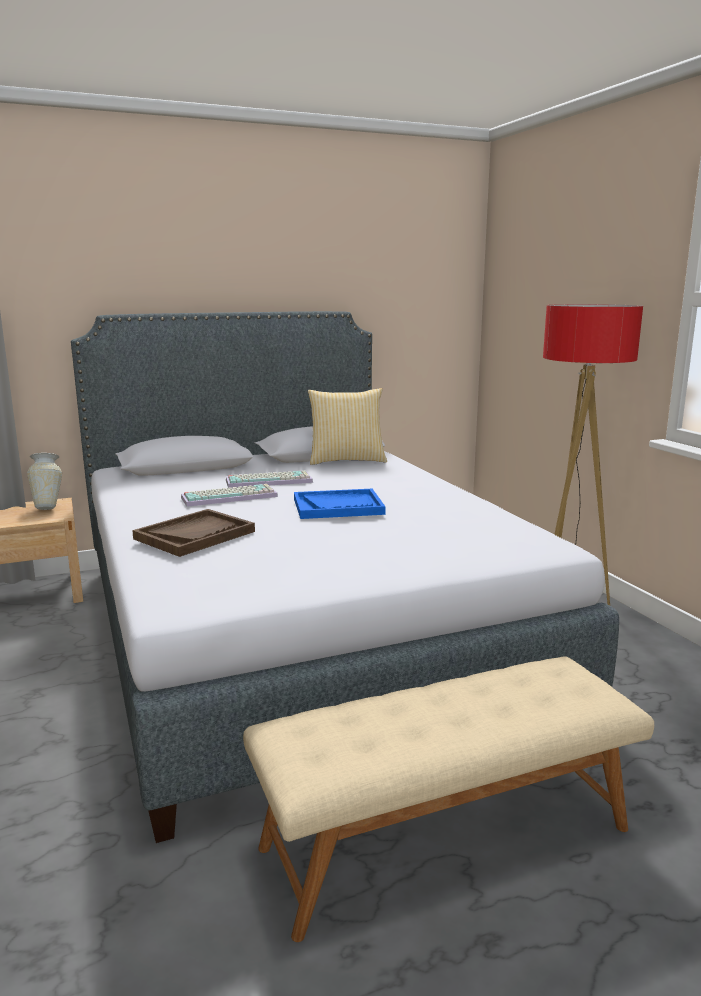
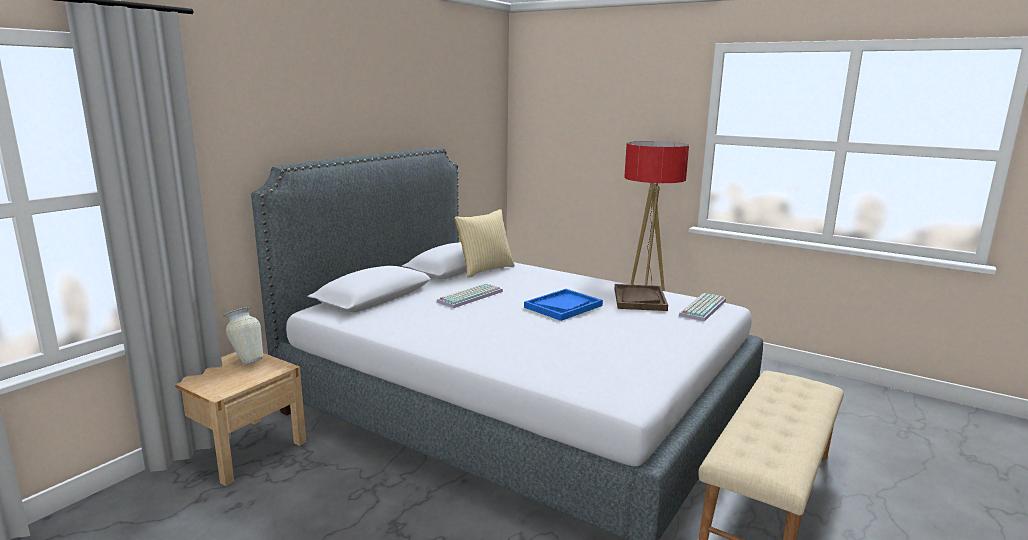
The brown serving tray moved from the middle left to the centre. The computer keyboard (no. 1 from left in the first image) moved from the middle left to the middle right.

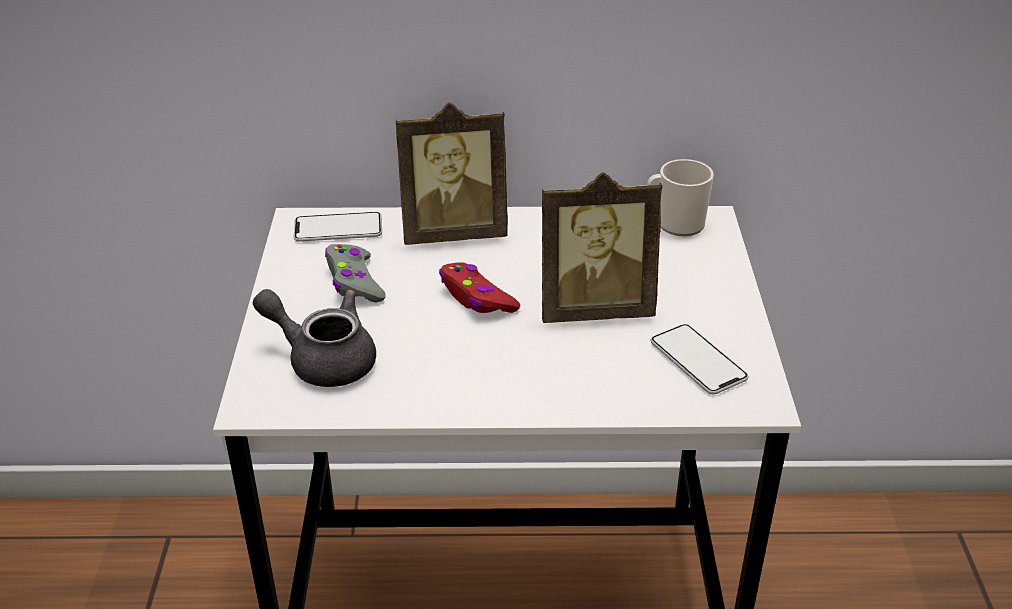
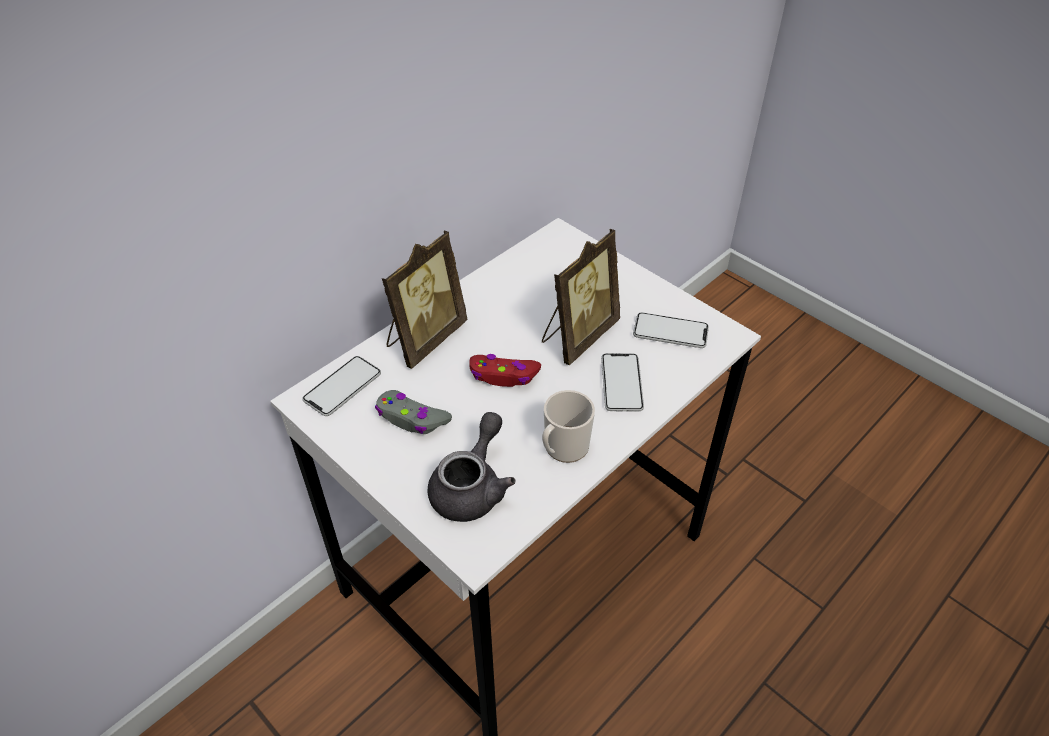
The grey pot for tea at the middle left turned 135 degrees clockwise. The tea mug moved from the top right to the centre. The handset (no. 2 from left) at the centre appeared.

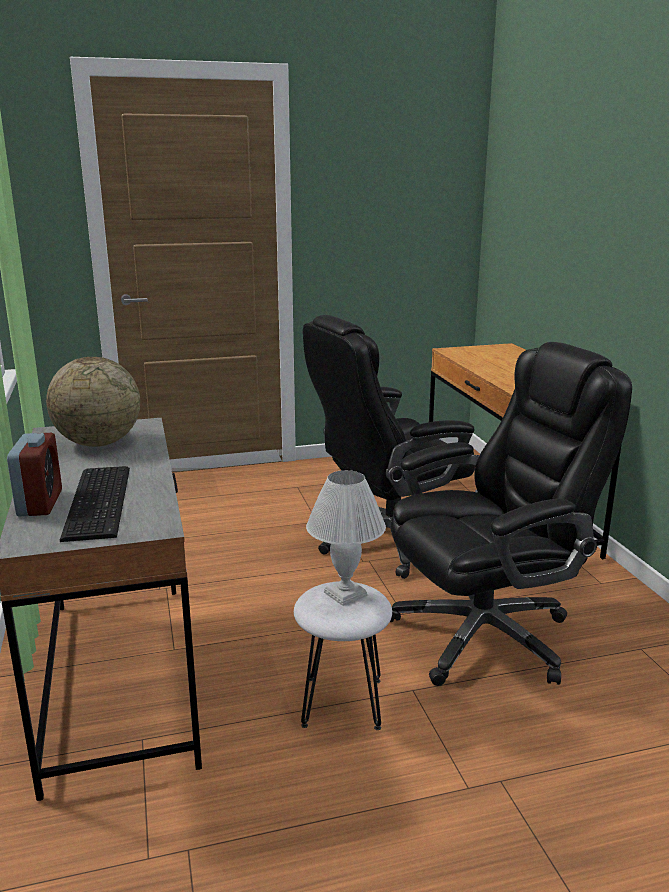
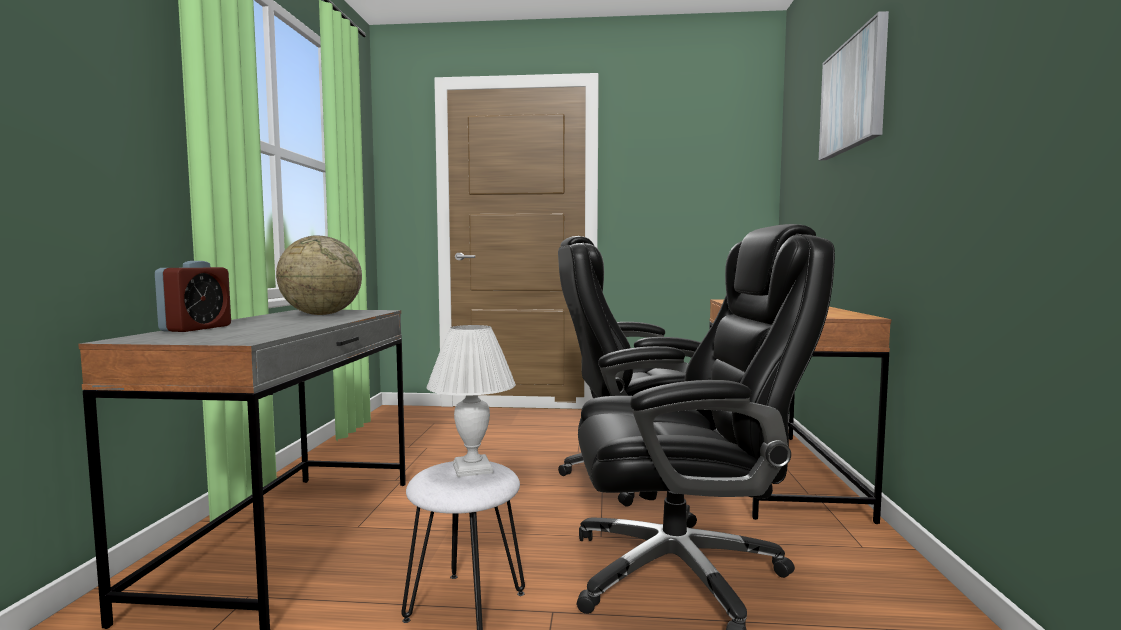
The computer keyboard at the middle left disappeared. The wall picture at the top right appeared.

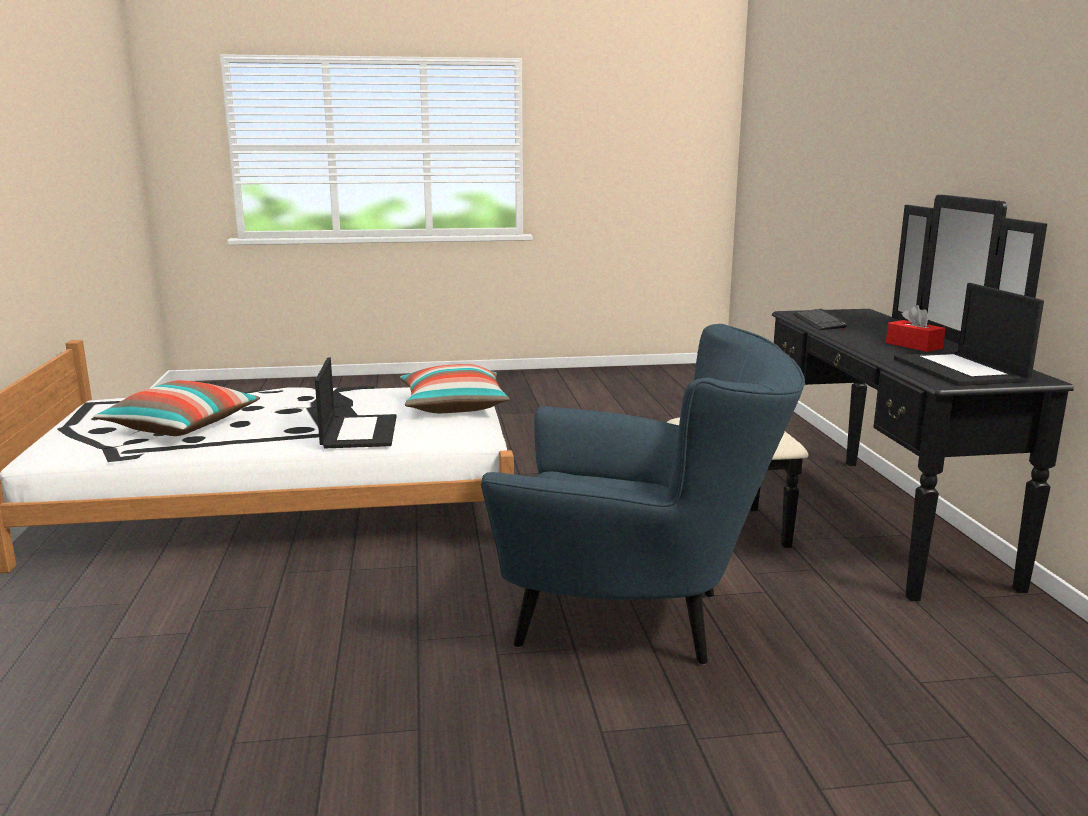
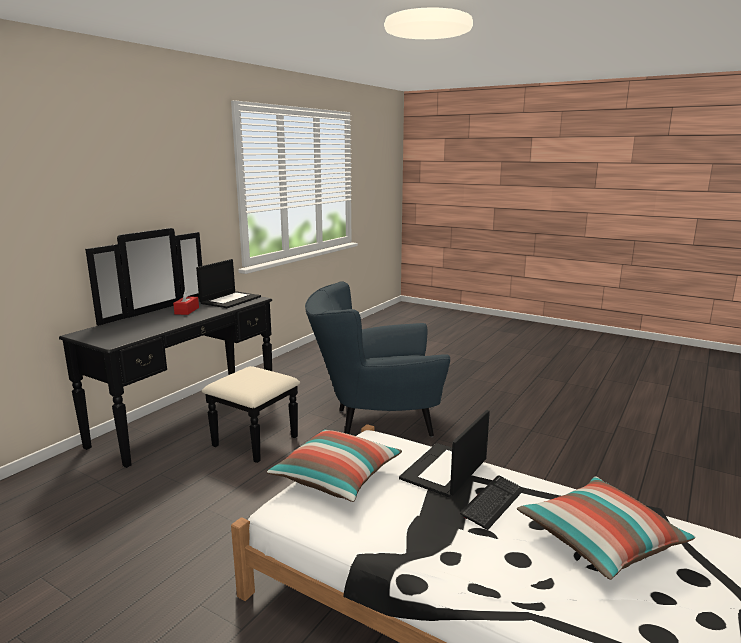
The blue lounge chair at the centre turned 60 degrees counterclockwise. The computer keyboard moved from the middle right to the bottom centre.

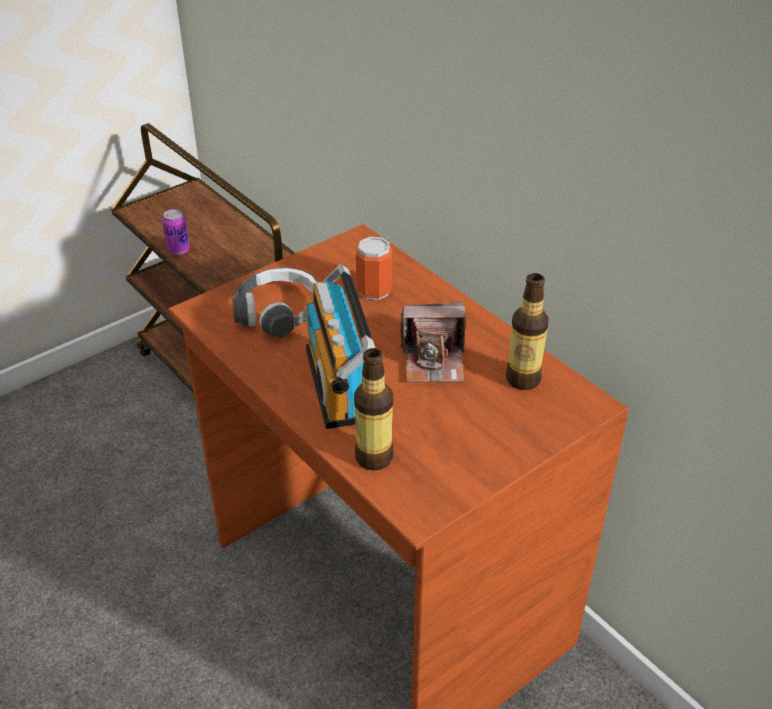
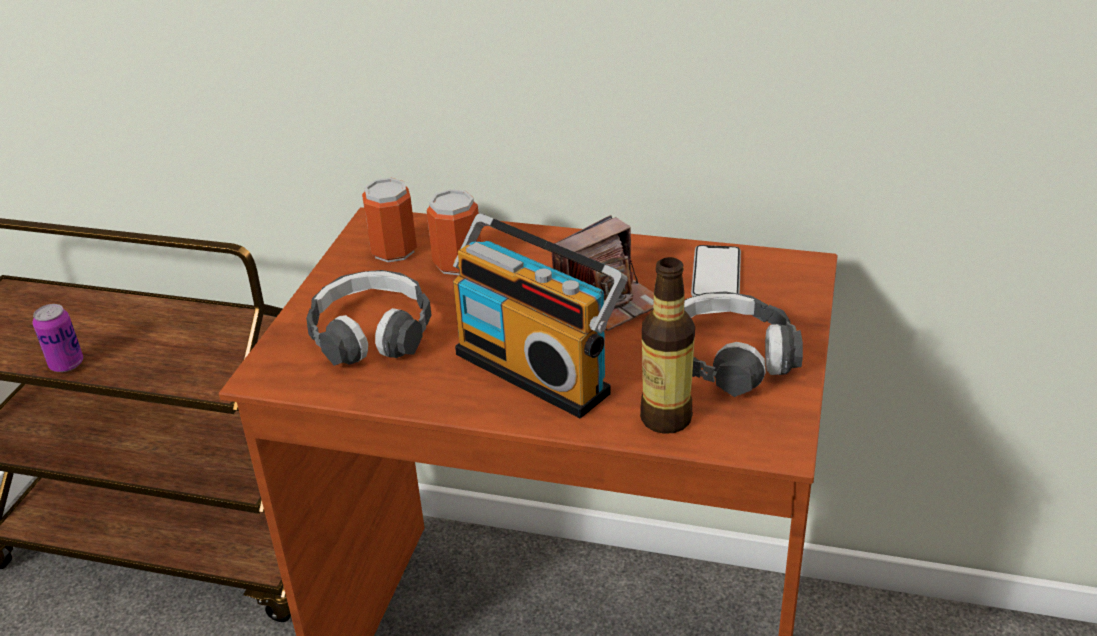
The drink bottle (no. 2 from left) at the middle right was replaced by the handset at the centre. The can (no. 2 from left) at the centre appeared. The headset (no. 2 from left) at the middle right appeared.

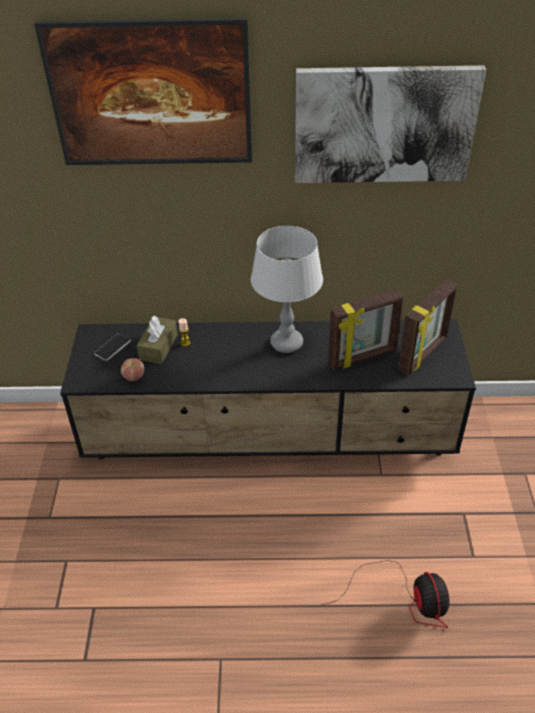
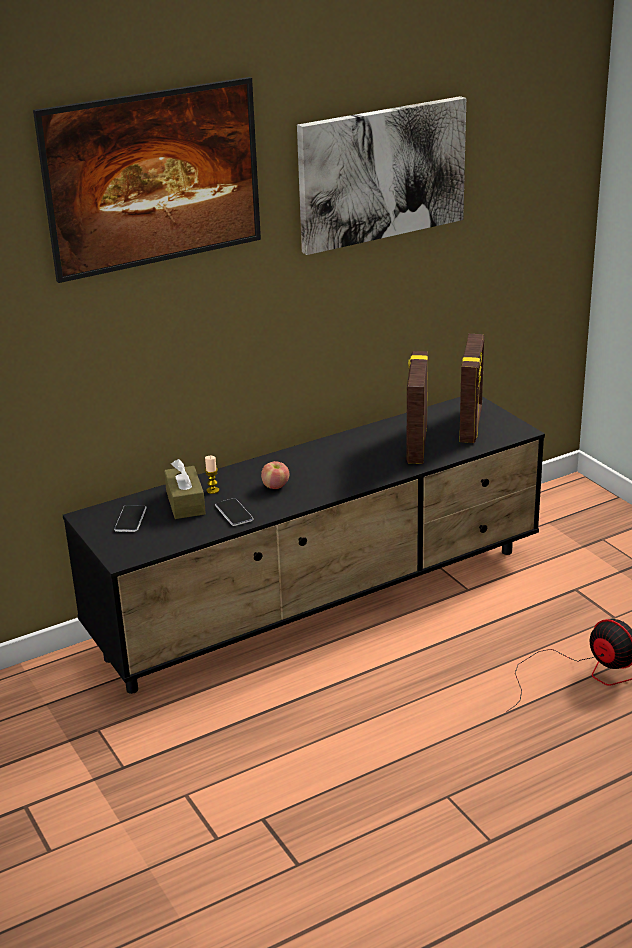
The whole apple moved from the middle left to the centre. The grey lamp for a table at the centre disappeared. The photo frame (no. 1 from left) at the middle right turned 150 degrees clockwise. The handset (no. 2 from left) at the centre appeared.

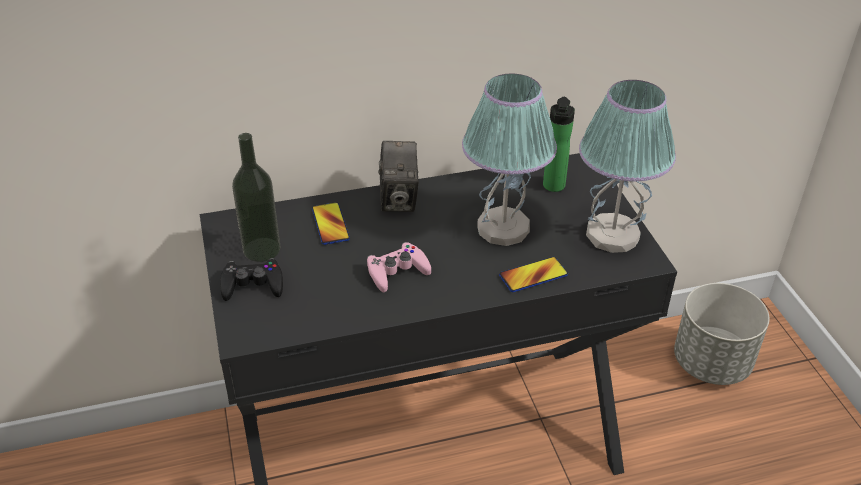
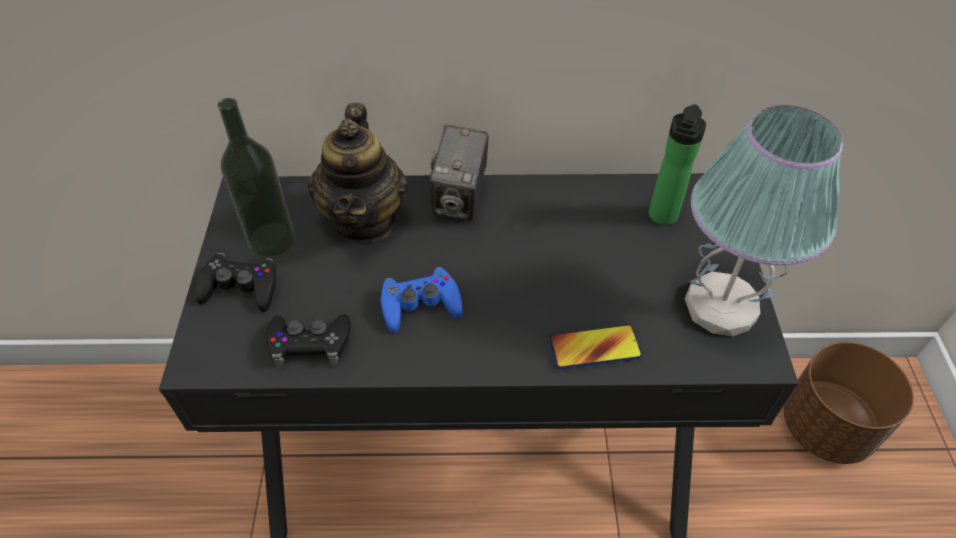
The handset (no. 1 from left) at the centre was replaced by the pot for tea at the top centre. The pink-coloured gamepad at the centre became the blue gamepad at the centre. The lamp for a table (no. 1 from left) at the top centre disappeared. The grey planter at the bottom right became the brown planter at the bottom right. The black gamepad (no. 2 from left) at the middle left appeared.

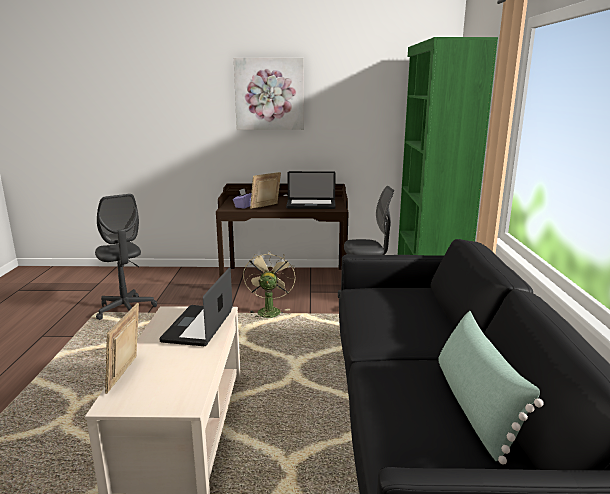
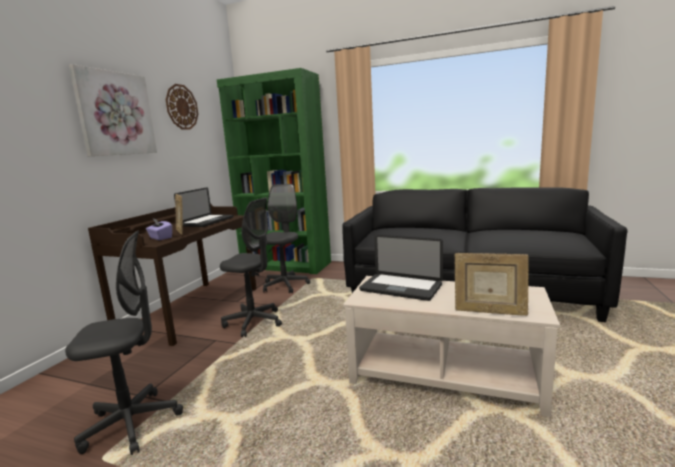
The beige cooling fan at the centre was replaced by the grey desk chair (no. 2 from left) at the centre. The greenish pillow at the bottom right disappeared. The wall clock at the top left appeared.

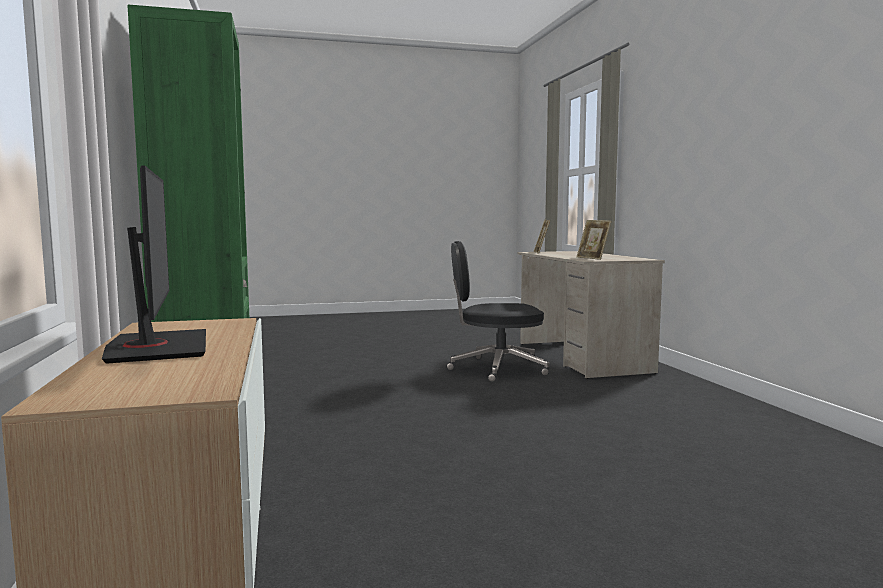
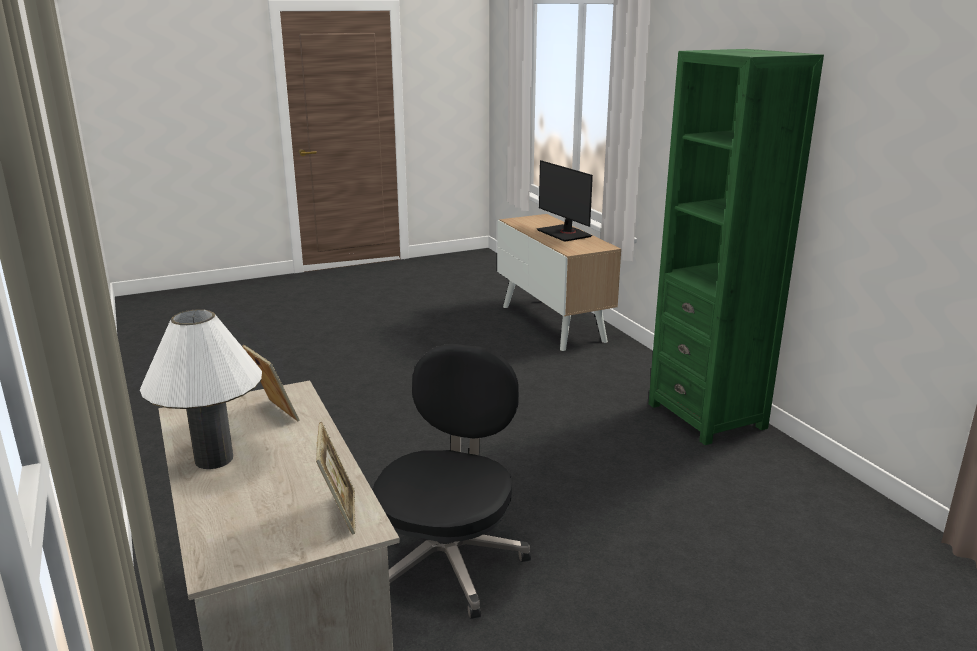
The black desk chair at the centre turned 60 degrees counterclockwise. The white-coloured lamp for a table at the middle left appeared.

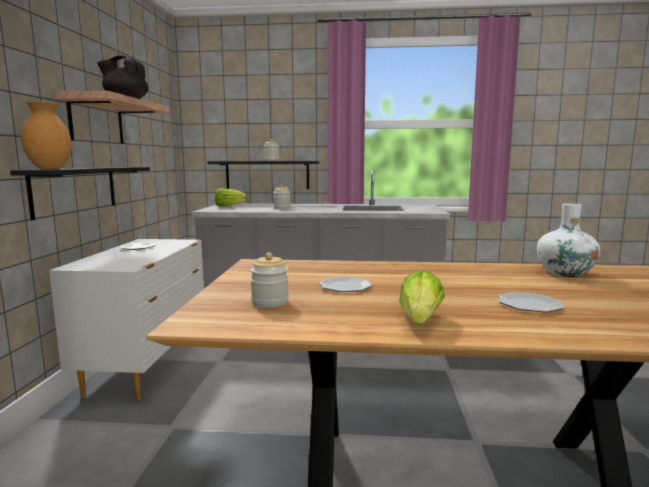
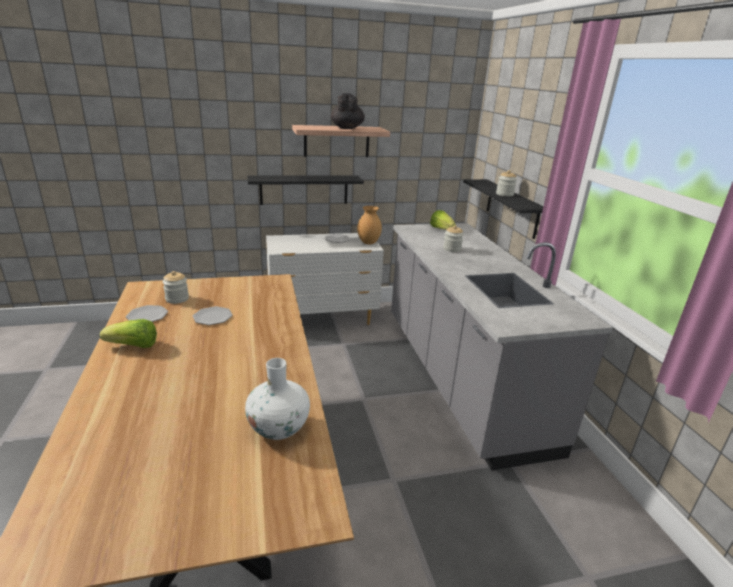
The brown flower vase moved from the top left to the centre. The flat dish (no. 3 from left in the first image) moved from the middle right to the middle left.

